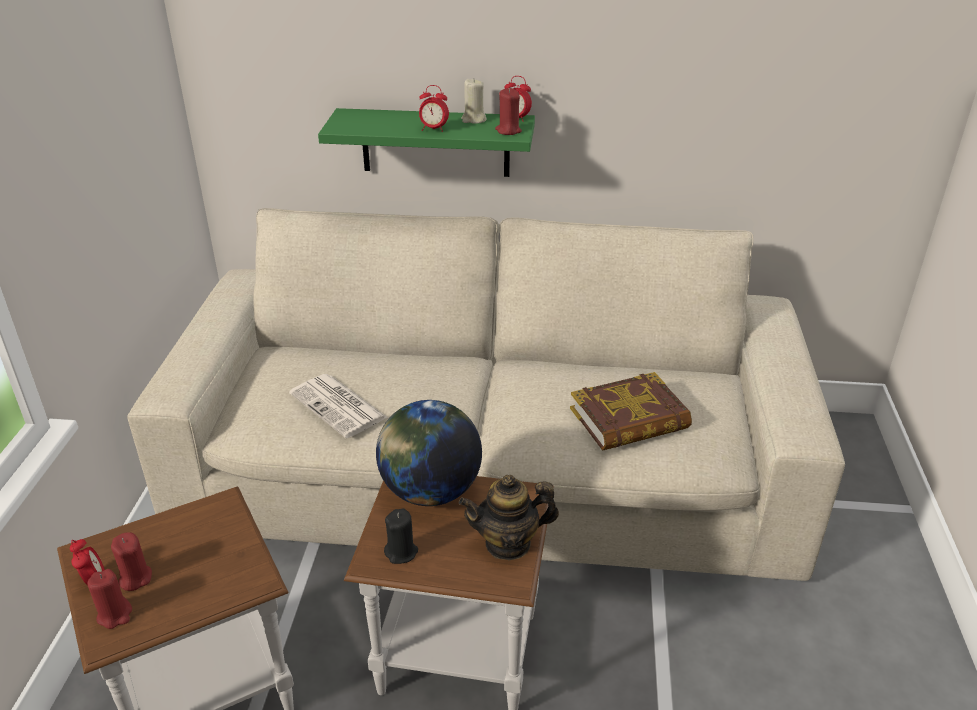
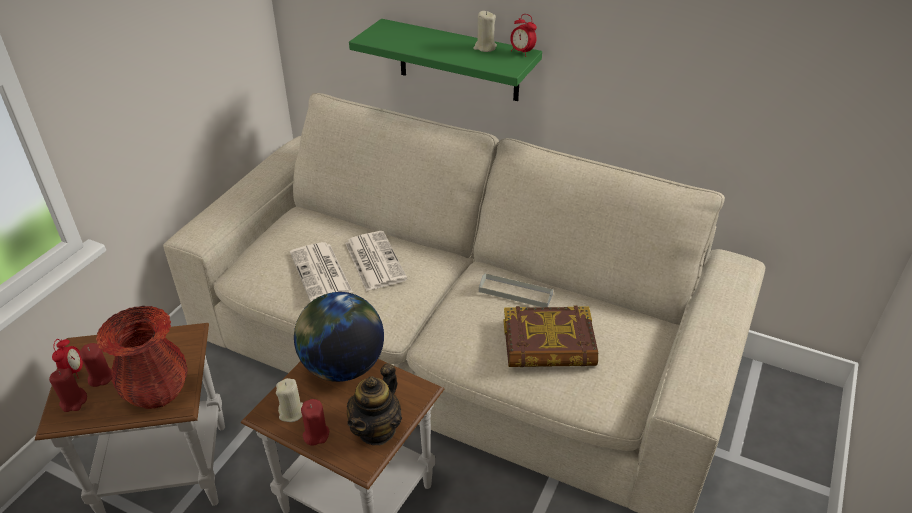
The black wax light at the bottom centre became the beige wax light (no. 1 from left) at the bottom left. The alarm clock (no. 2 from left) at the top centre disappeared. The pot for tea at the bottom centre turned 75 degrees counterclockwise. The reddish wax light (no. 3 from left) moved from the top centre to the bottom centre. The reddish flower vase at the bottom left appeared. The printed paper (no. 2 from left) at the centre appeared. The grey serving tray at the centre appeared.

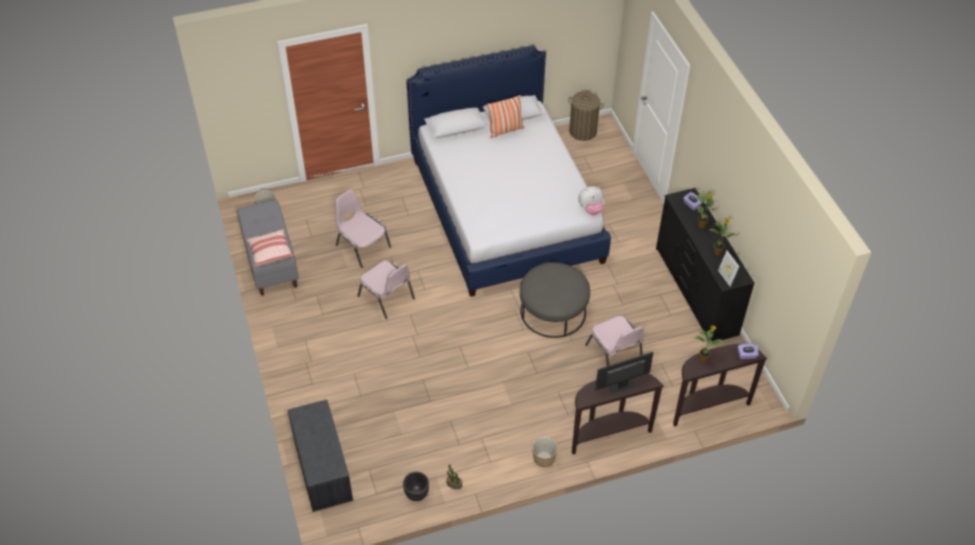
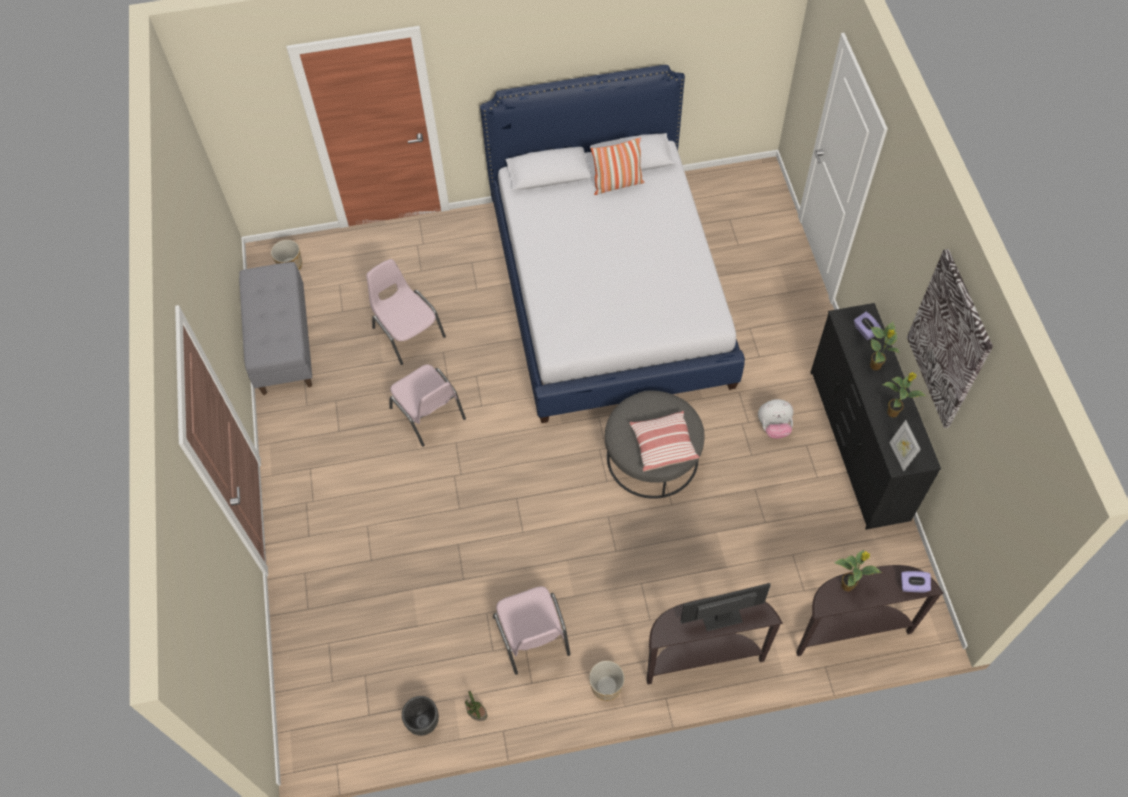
The pillow (no. 1 from left in the first image) moved from the middle left to the centre. The grey long seat (no. 2 from left) at the bottom left disappeared. The washing basket at the top centre disappeared. The plush toy moved from the centre to the middle right. The pink-coloured plain chair (no. 3 from left) moved from the centre to the bottom centre. The wall picture at the middle right appeared.

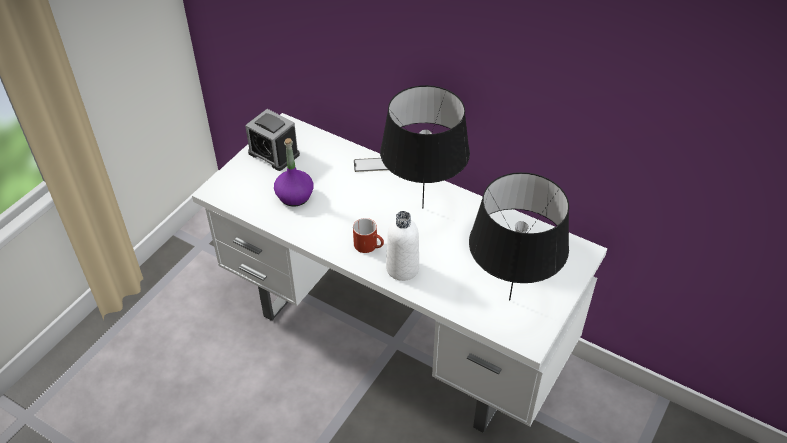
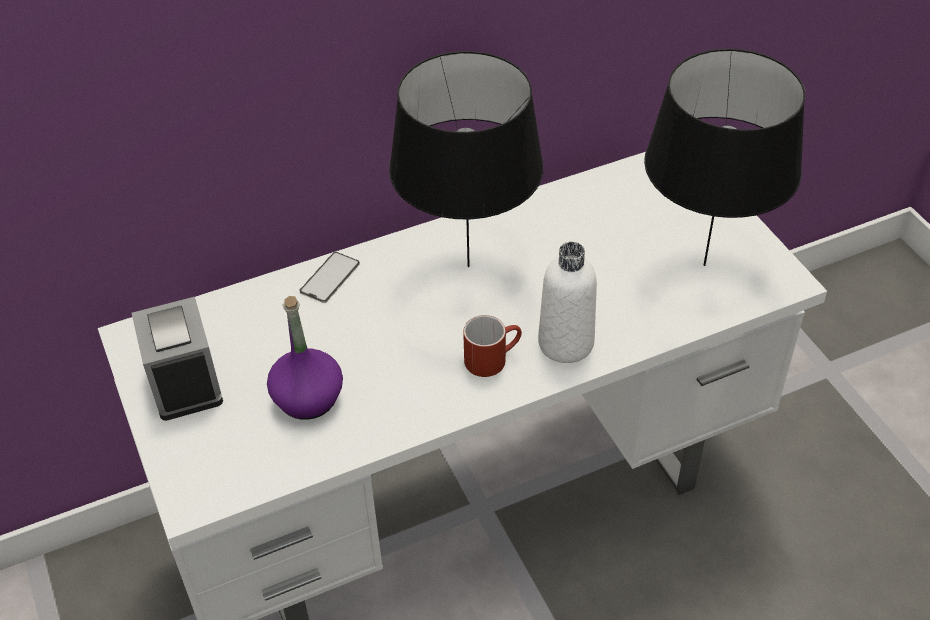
The alarm clock at the top centre turned 90 degrees clockwise.

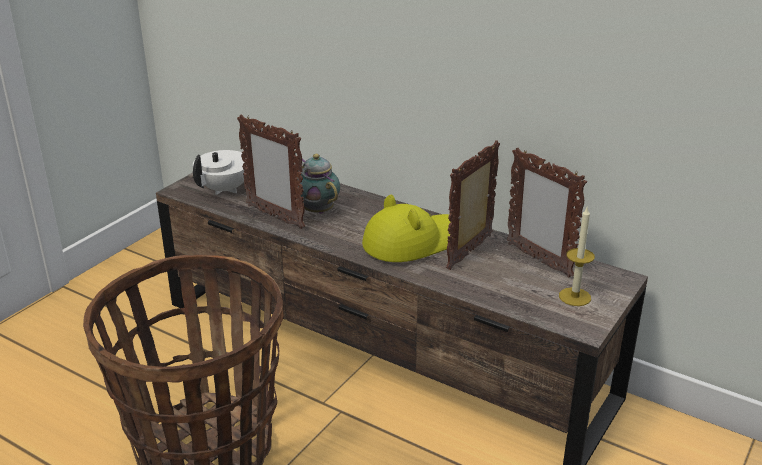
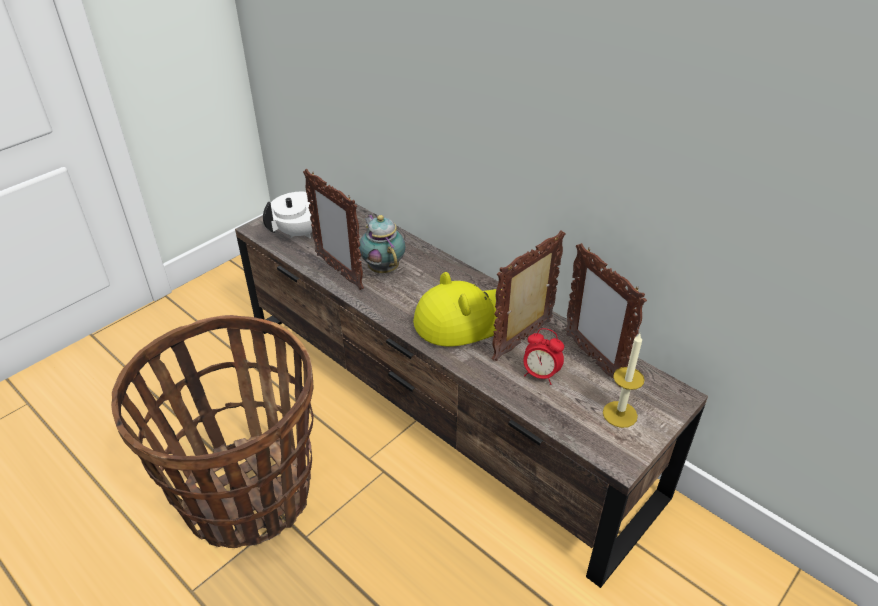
The alarm clock at the centre appeared.

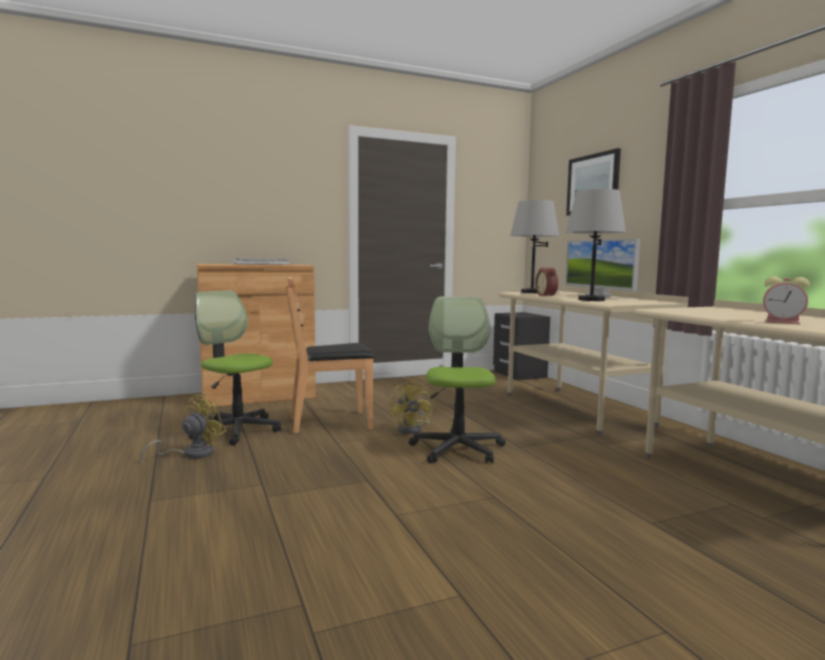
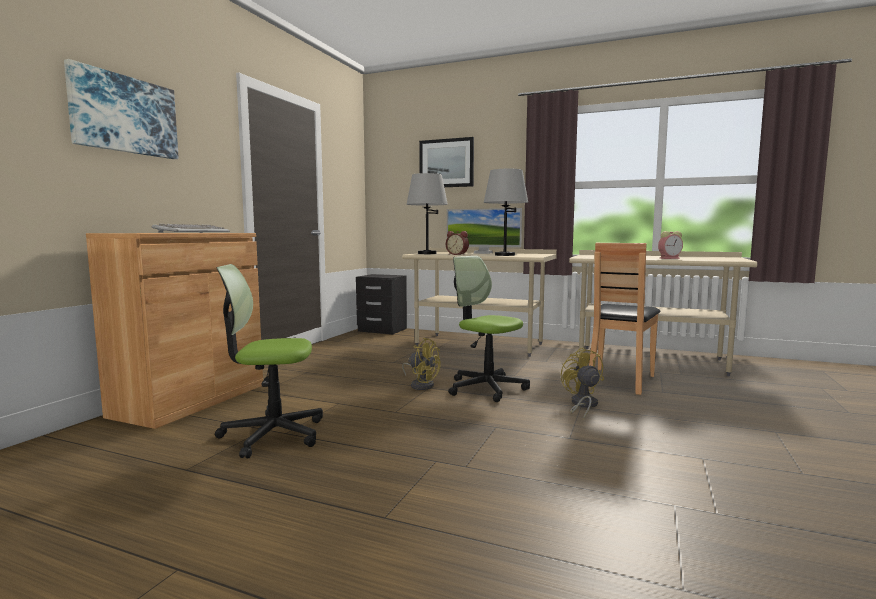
The yellow cooling fan (no. 1 from left in the first image) moved from the middle left to the centre. The brown plain chair moved from the centre to the middle right. The wall picture (no. 1 from left) at the top left appeared.

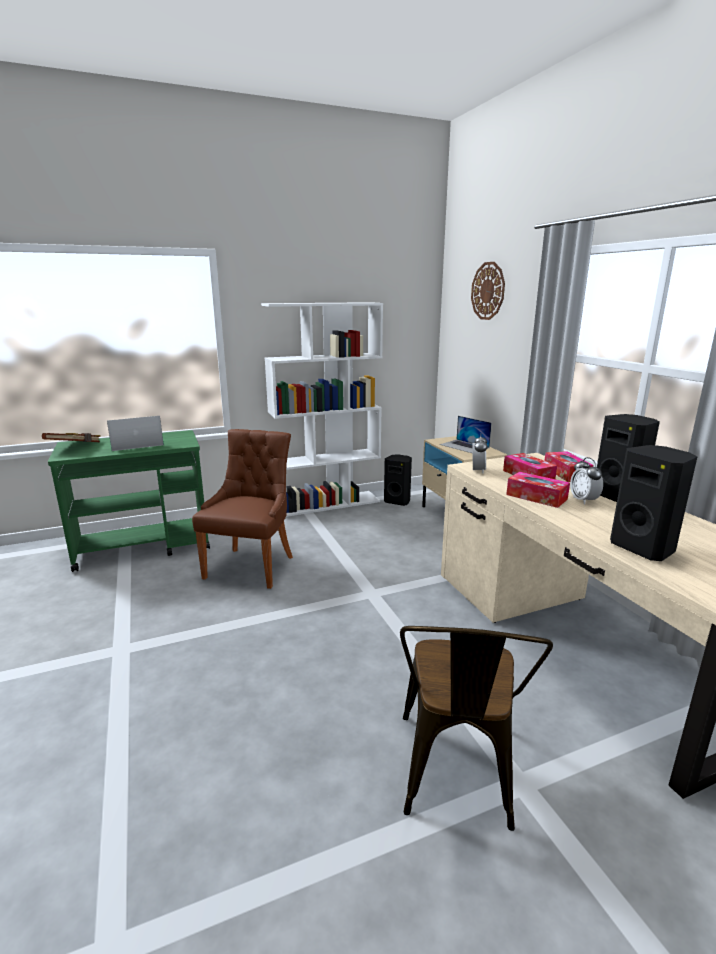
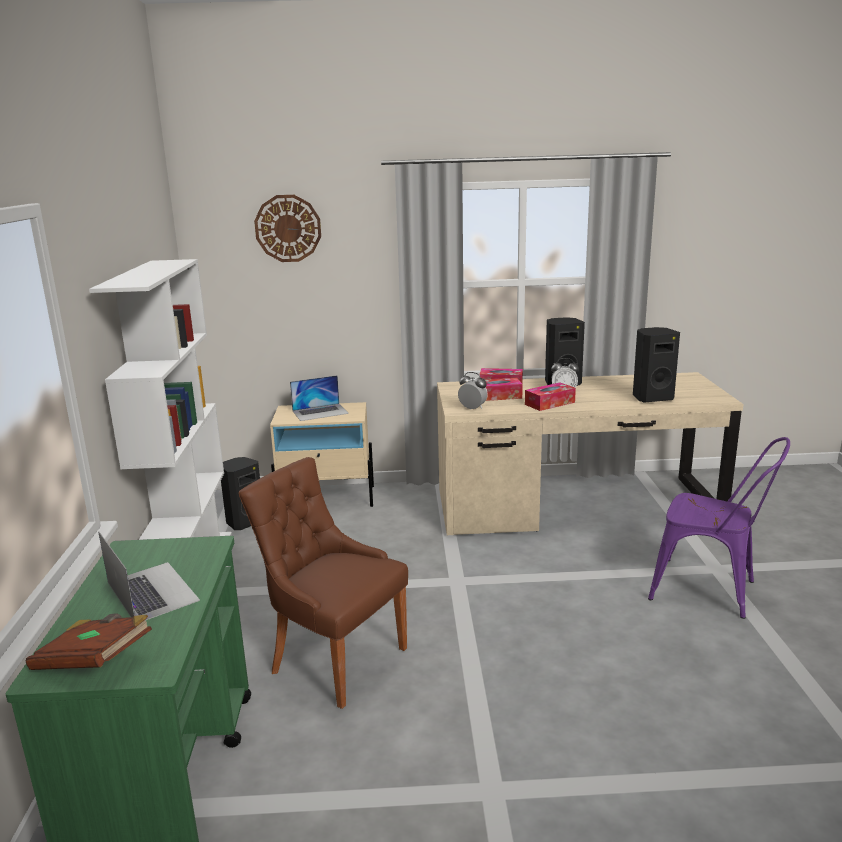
The laptop (no. 1 from left) at the middle left turned 150 degrees clockwise. The brown plain chair (no. 2 from left) at the bottom centre became the purplish plain chair at the middle right.

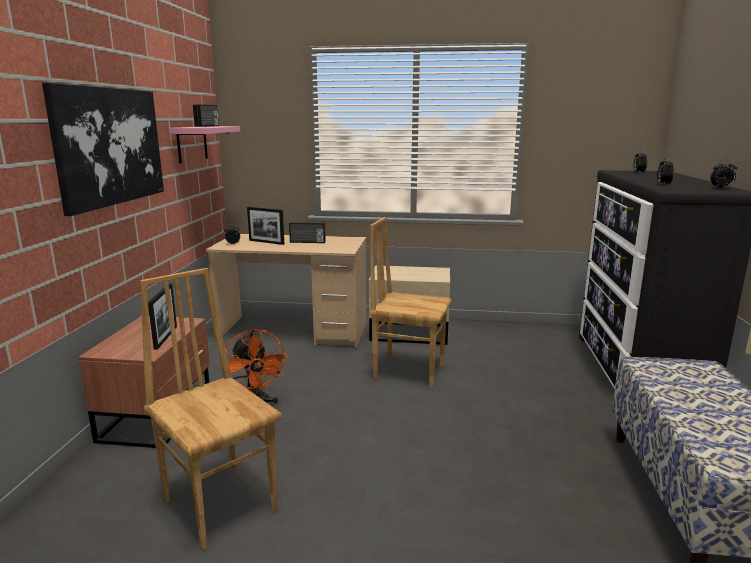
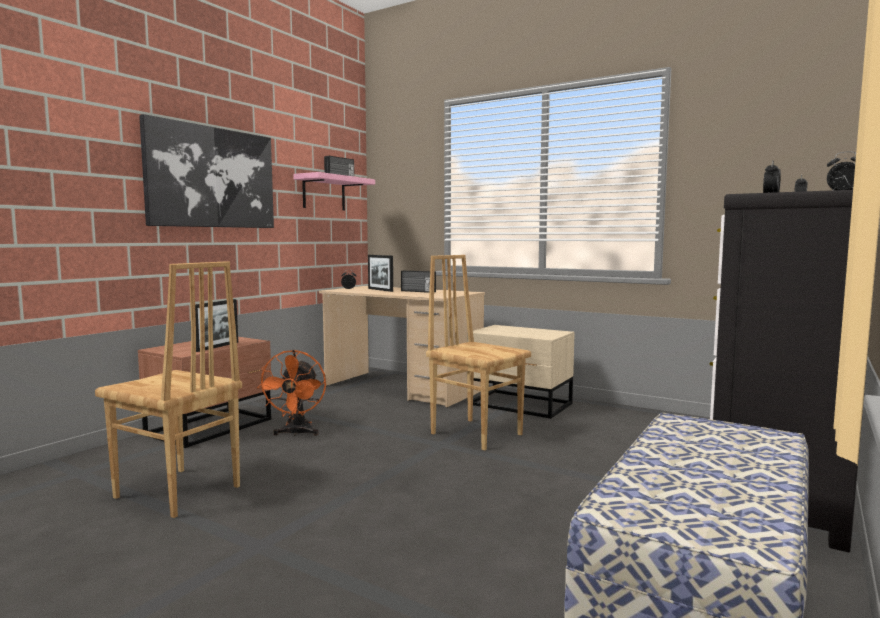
The brown plain chair (no. 1 from left) at the bottom left turned 135 degrees clockwise.

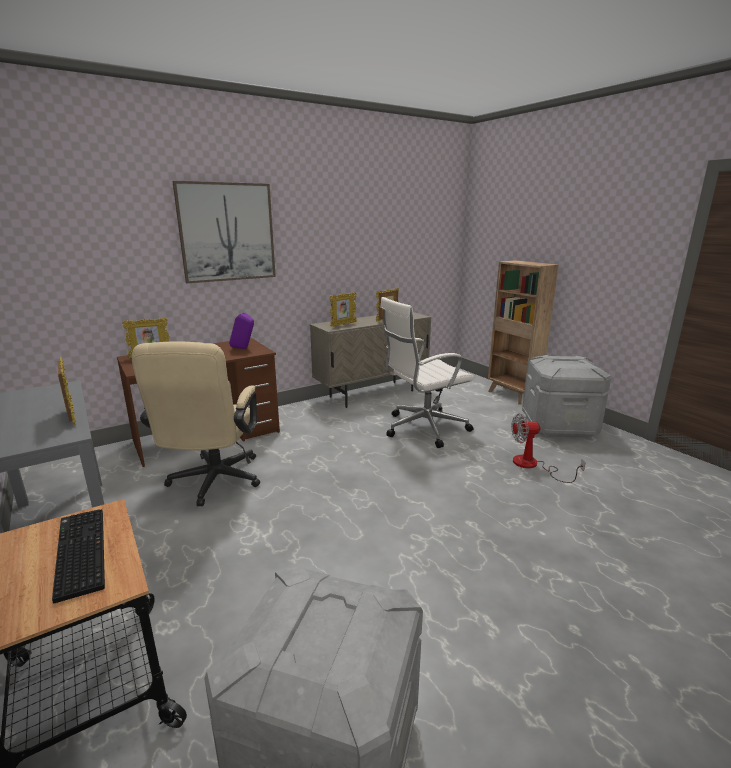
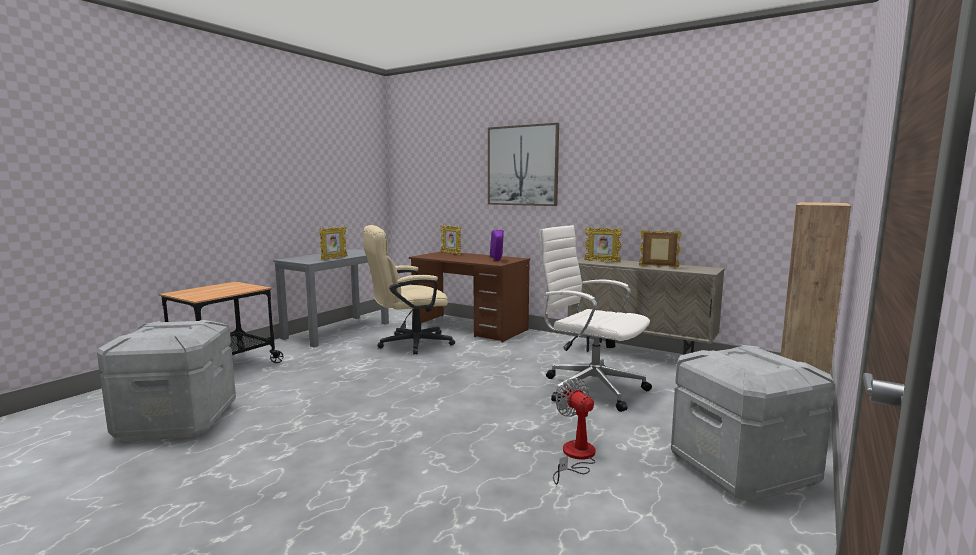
The computer keyboard at the bottom left disappeared.

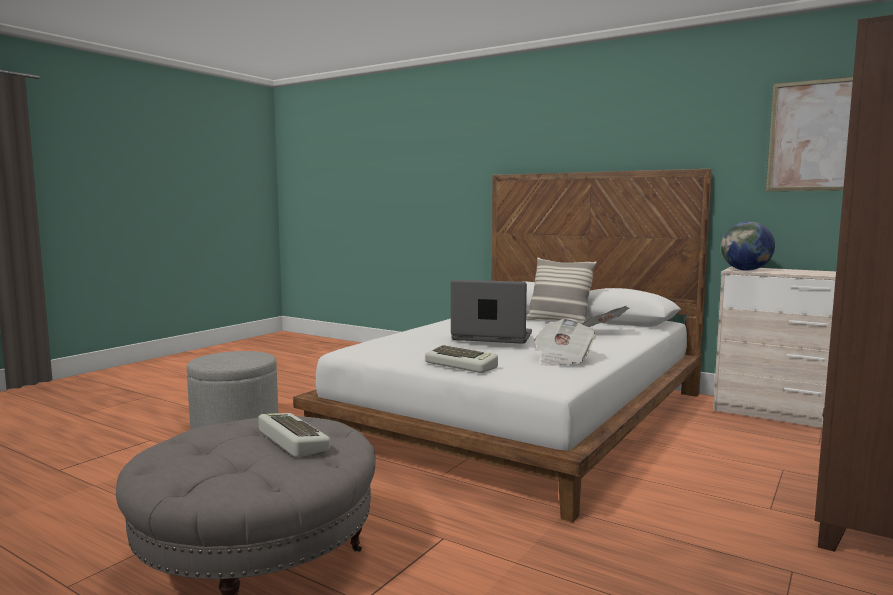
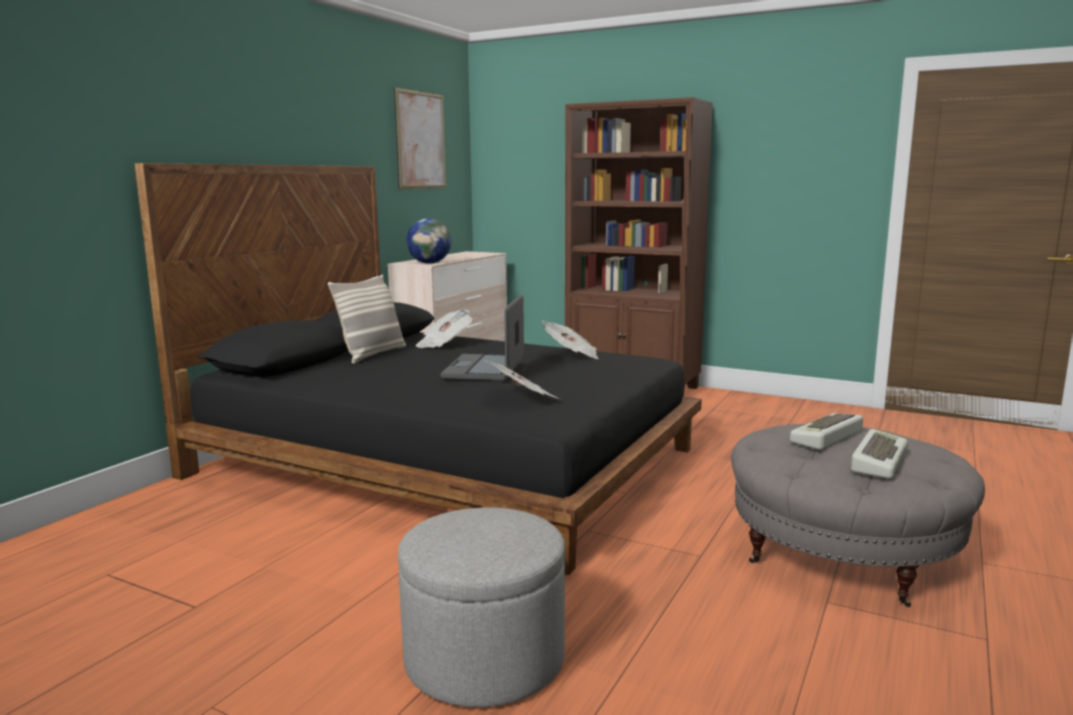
The white-coloured bedroom bed at the centre became the black bedroom bed at the centre. The computer keyboard (no. 2 from left) moved from the centre to the middle right. The printed paper (no. 2 from left) at the centre appeared.

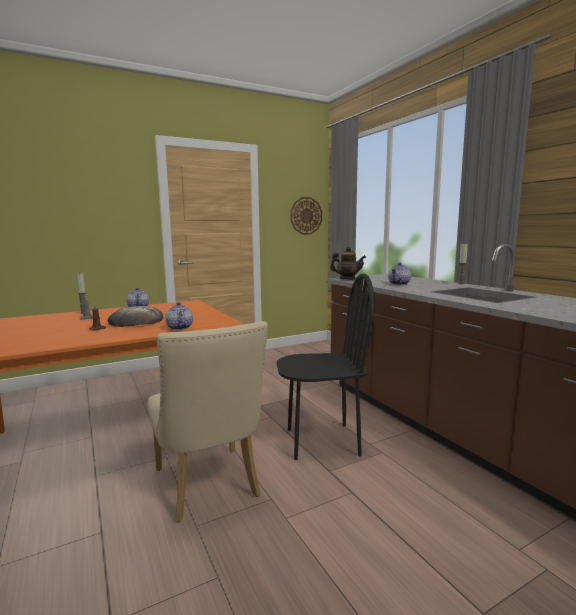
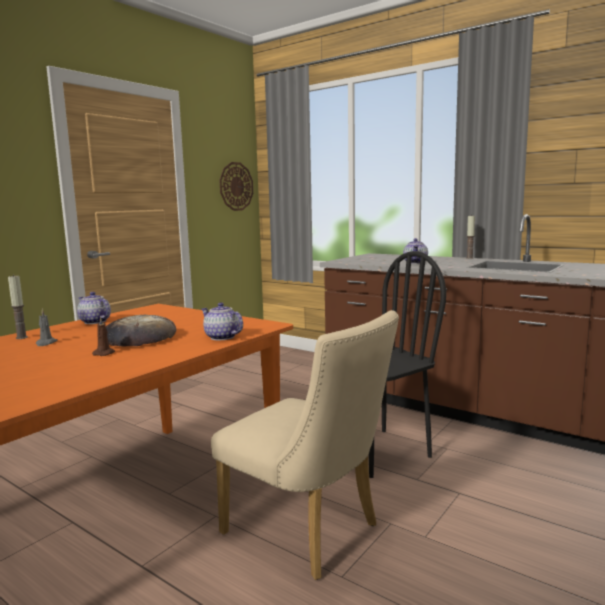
The pot for tea (no. 3 from left) at the centre disappeared.

